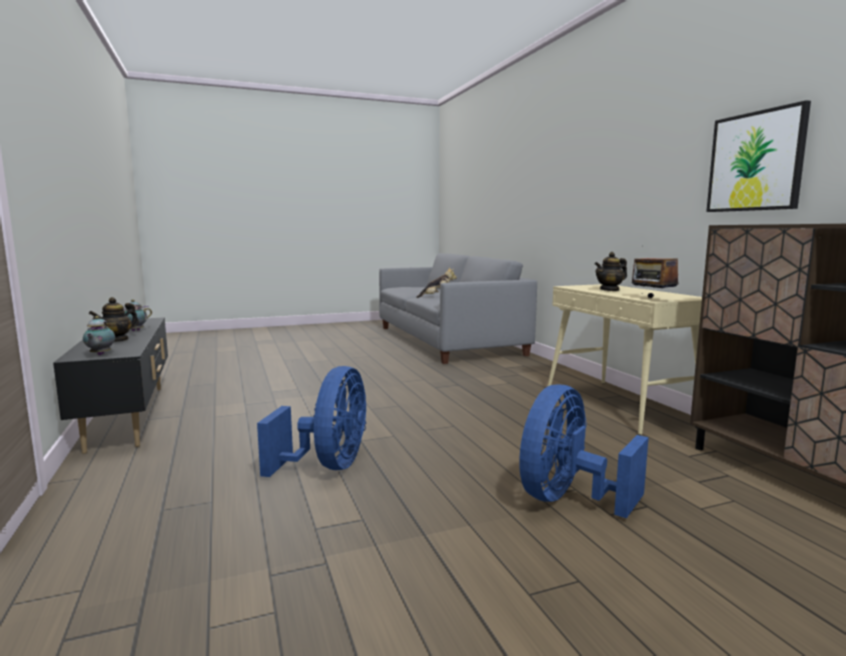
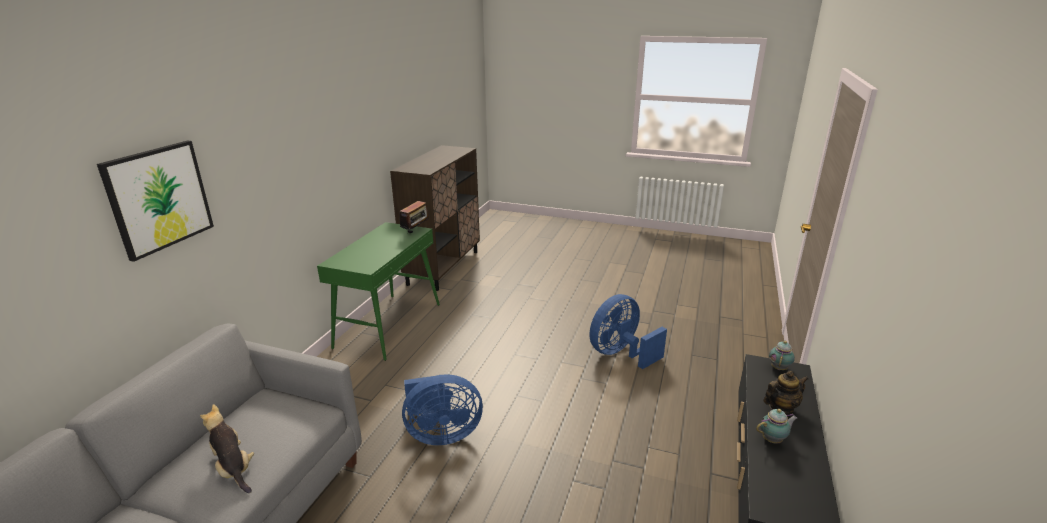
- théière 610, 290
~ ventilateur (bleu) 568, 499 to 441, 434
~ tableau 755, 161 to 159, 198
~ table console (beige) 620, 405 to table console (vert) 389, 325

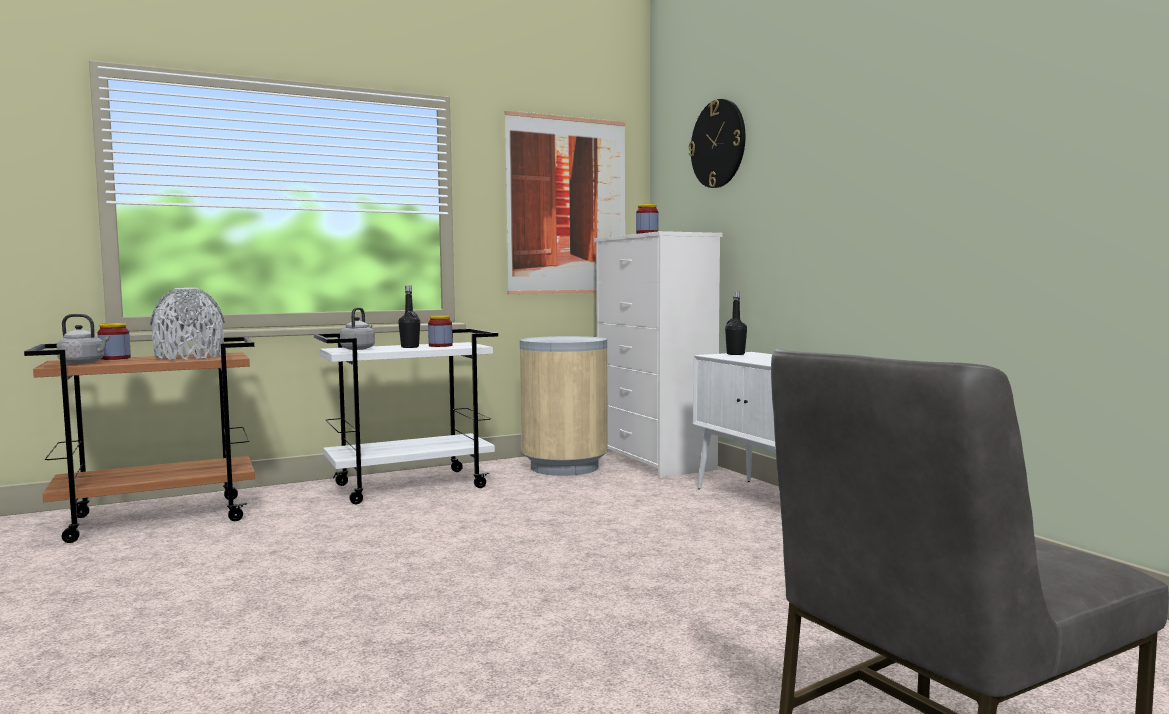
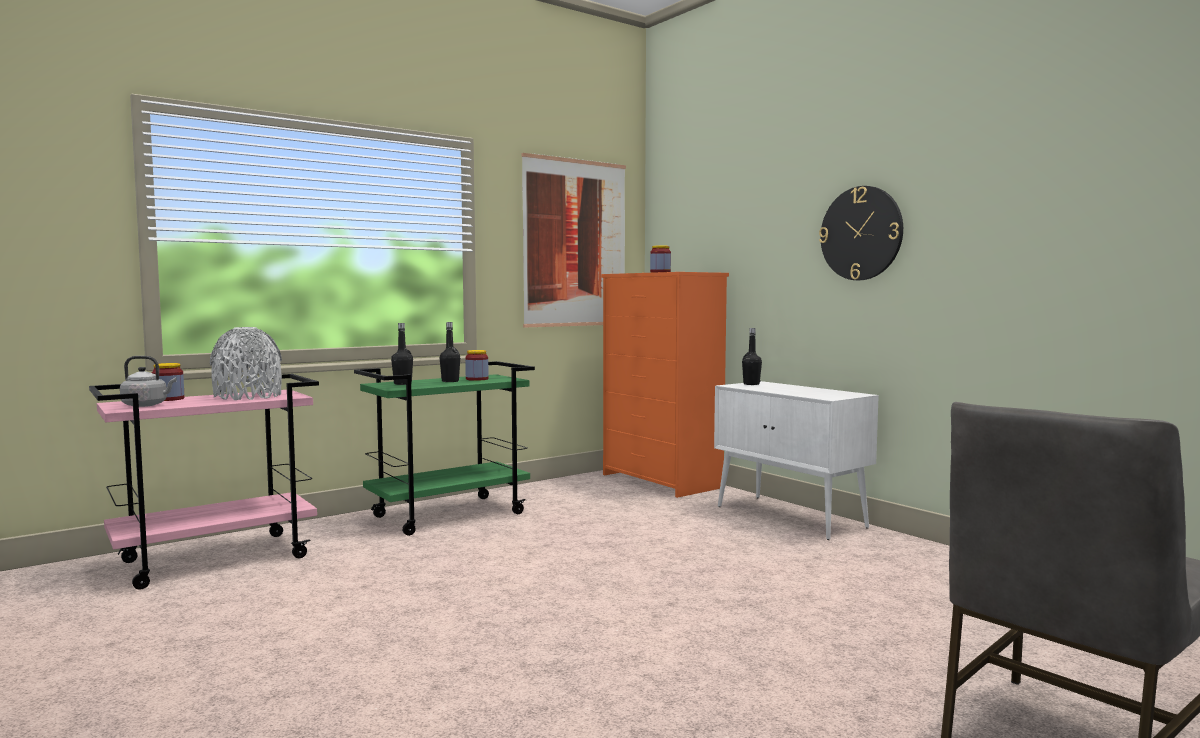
- poubelle (beige) 565, 467
~ horloge murale 718, 144 to 861, 233
~ bouilloire (gris) 358, 349 to bouteille (noir) 402, 384
~ chariot (marron) 160, 518 to chariot (rose) 217, 559
~ chariot (blanc) 411, 486 to chariot (vert) 449, 515
~ commode (blanc) 654, 461 to commode (orange) 661, 481

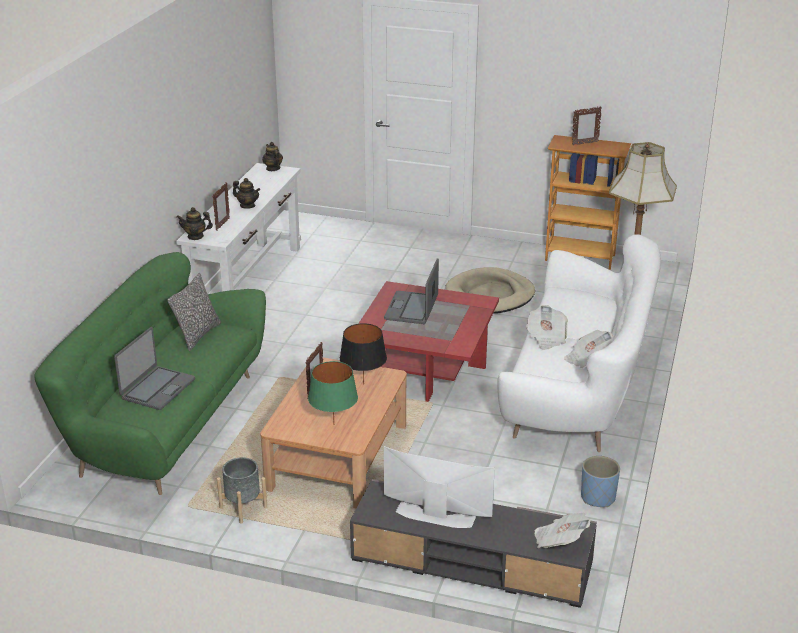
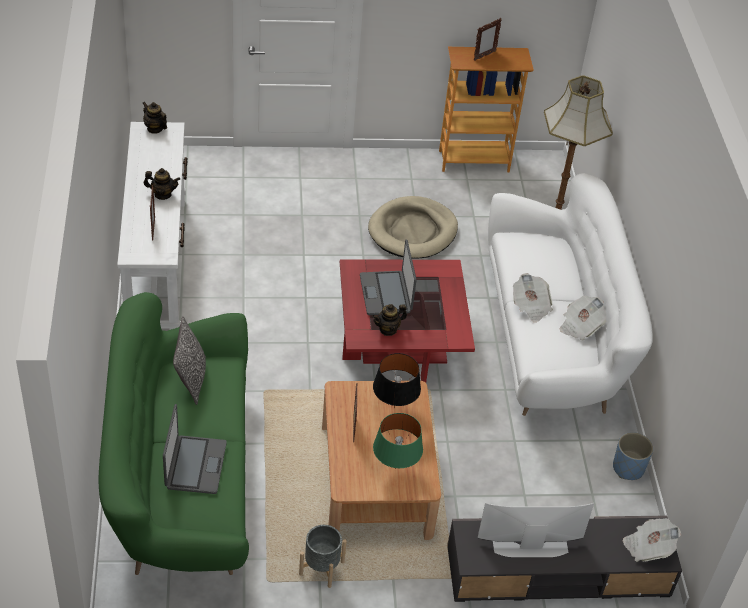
~ théière 195, 236 to 388, 329

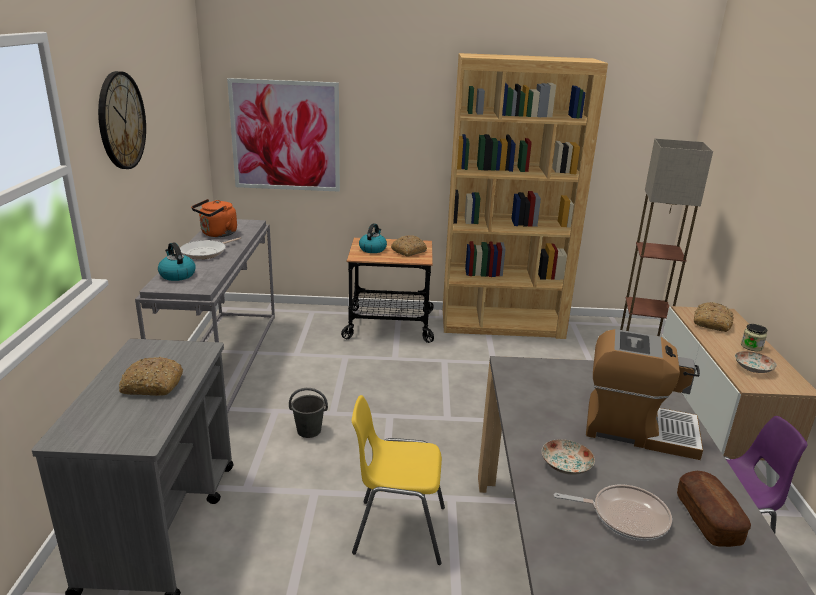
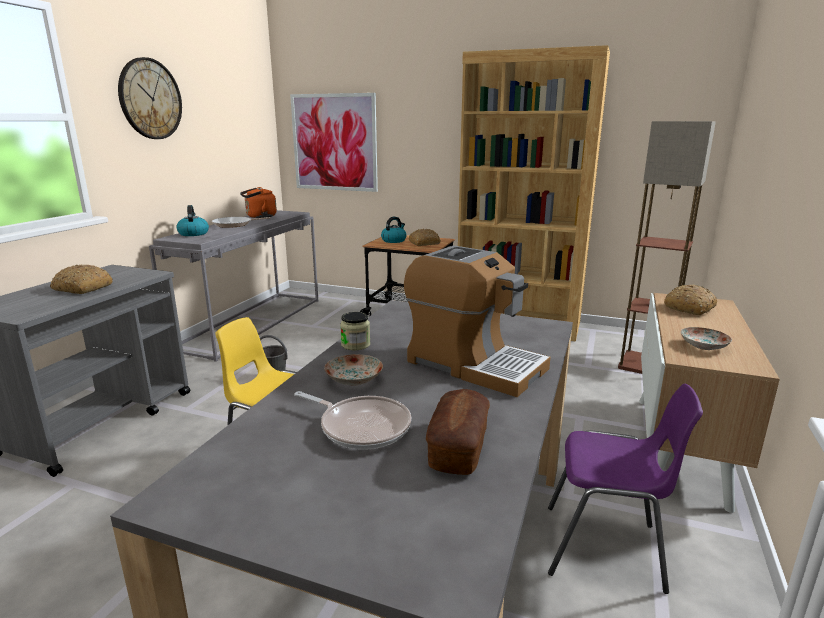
~ bocal 751, 346 to 355, 345

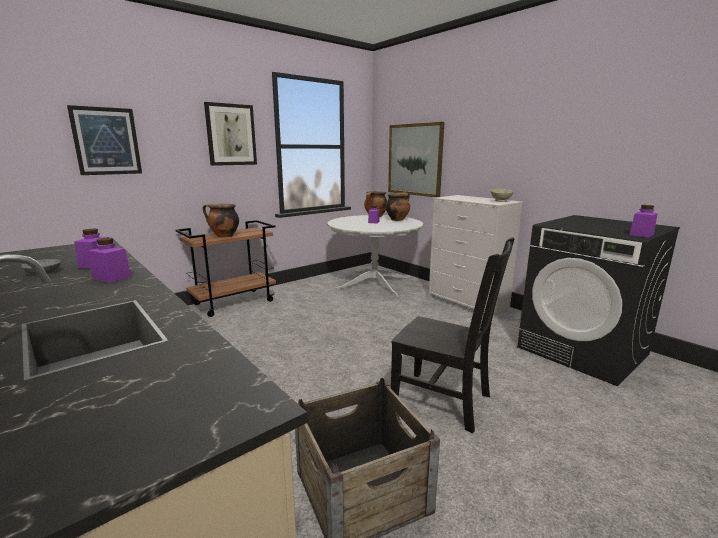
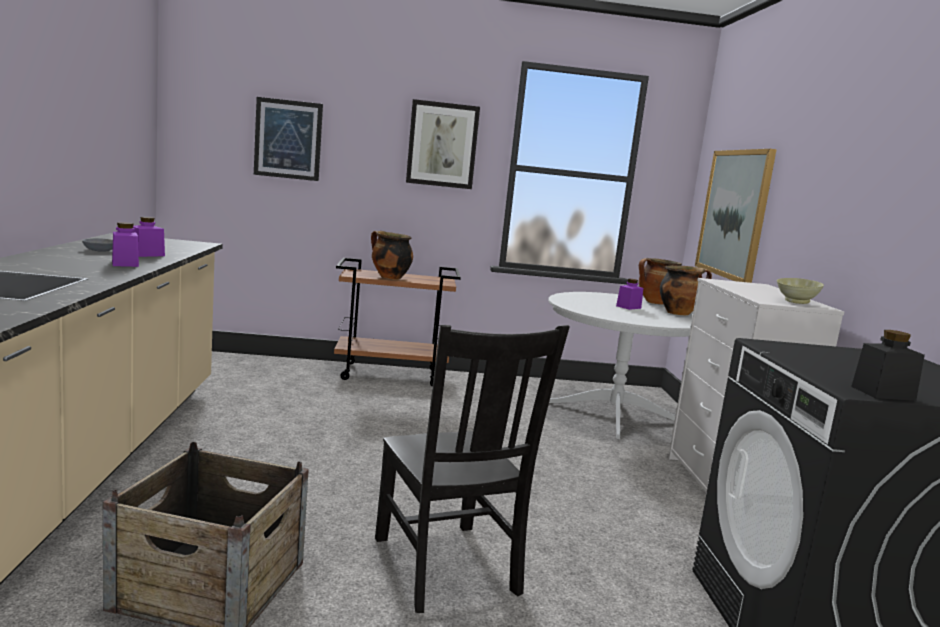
~ bocal (violet) 641, 234 to bocal (noir) 883, 393

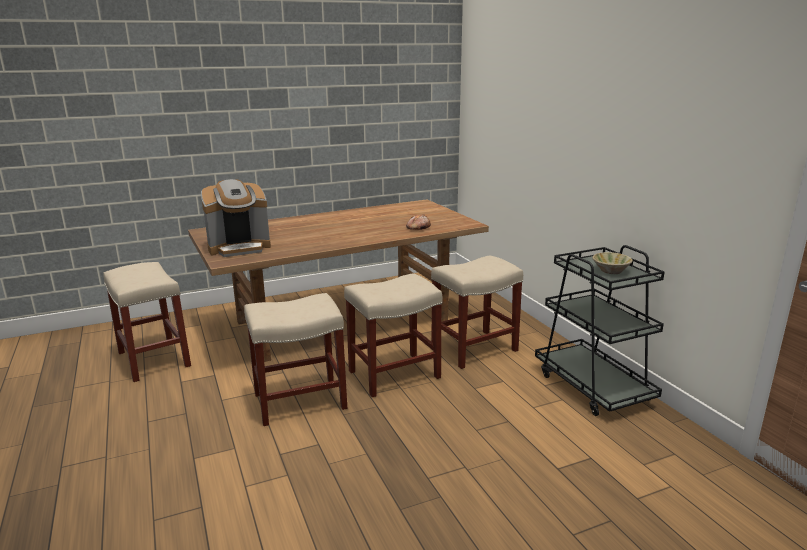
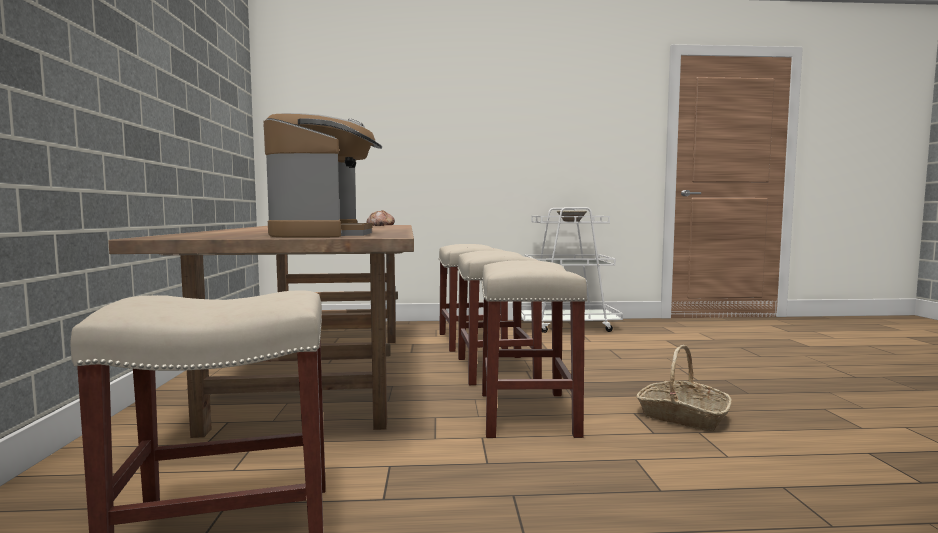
+ panier 682, 417
~ chariot (noir) 593, 386 to chariot (blanc) 567, 326

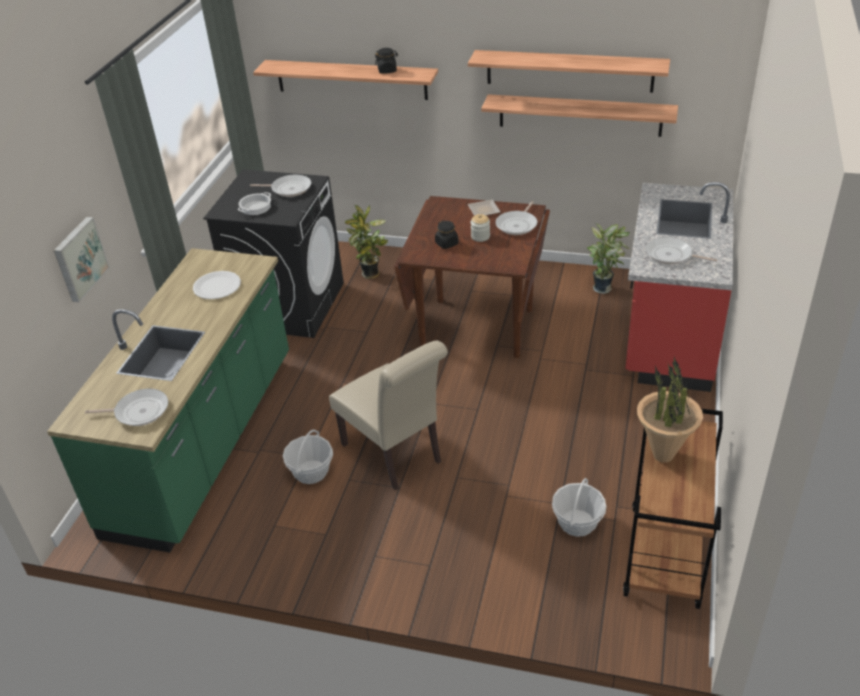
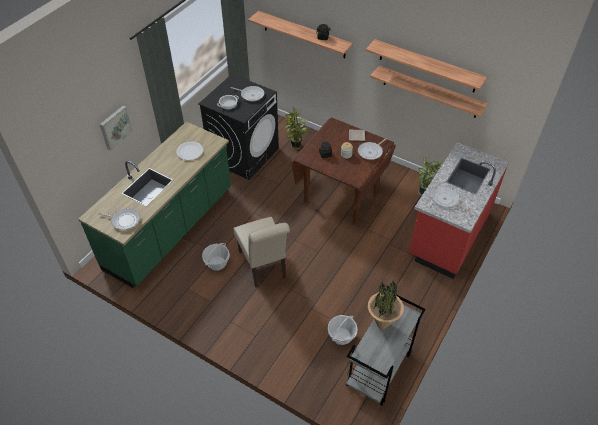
~ chariot (marron) 665, 557 to chariot (gris) 379, 370

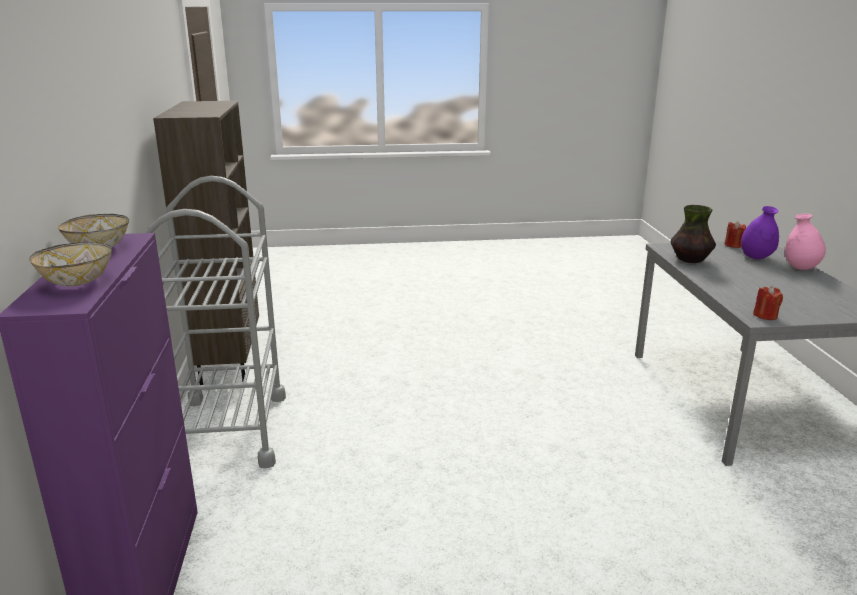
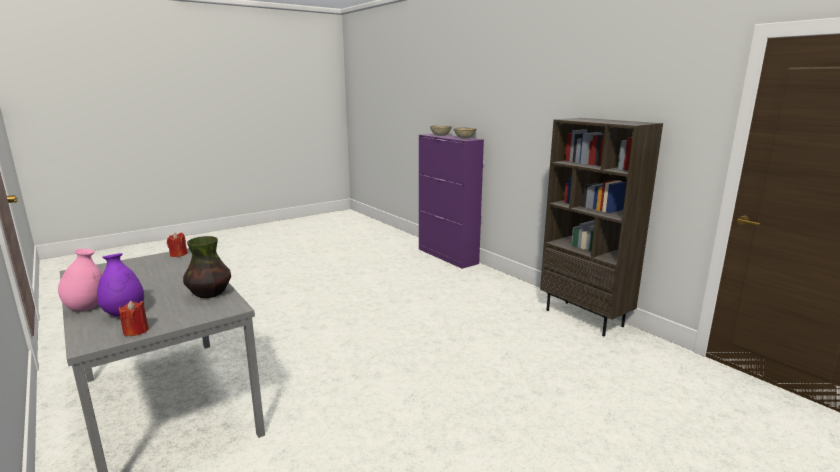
- chariot (gris) 228, 431

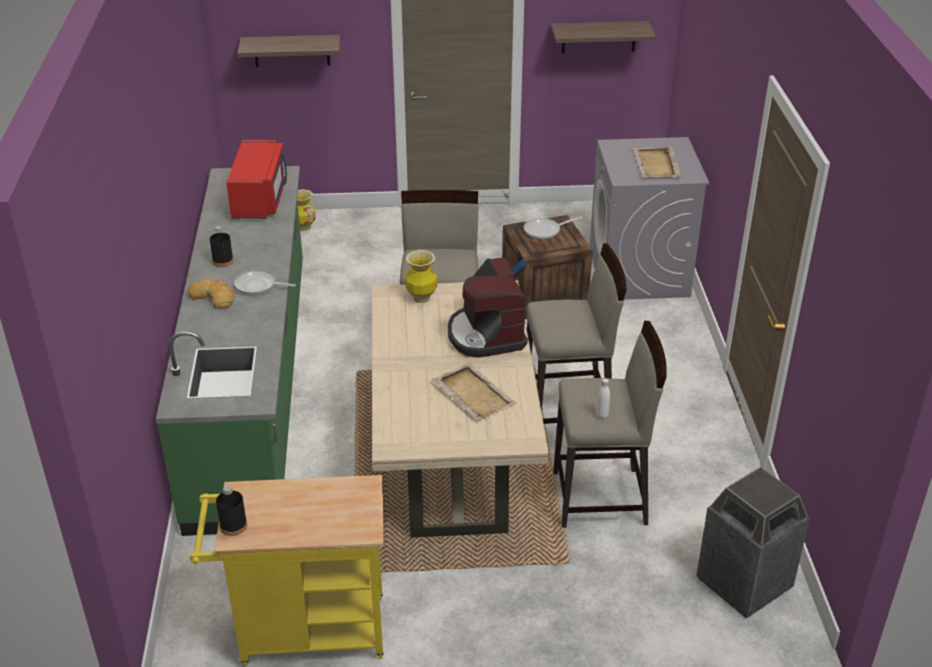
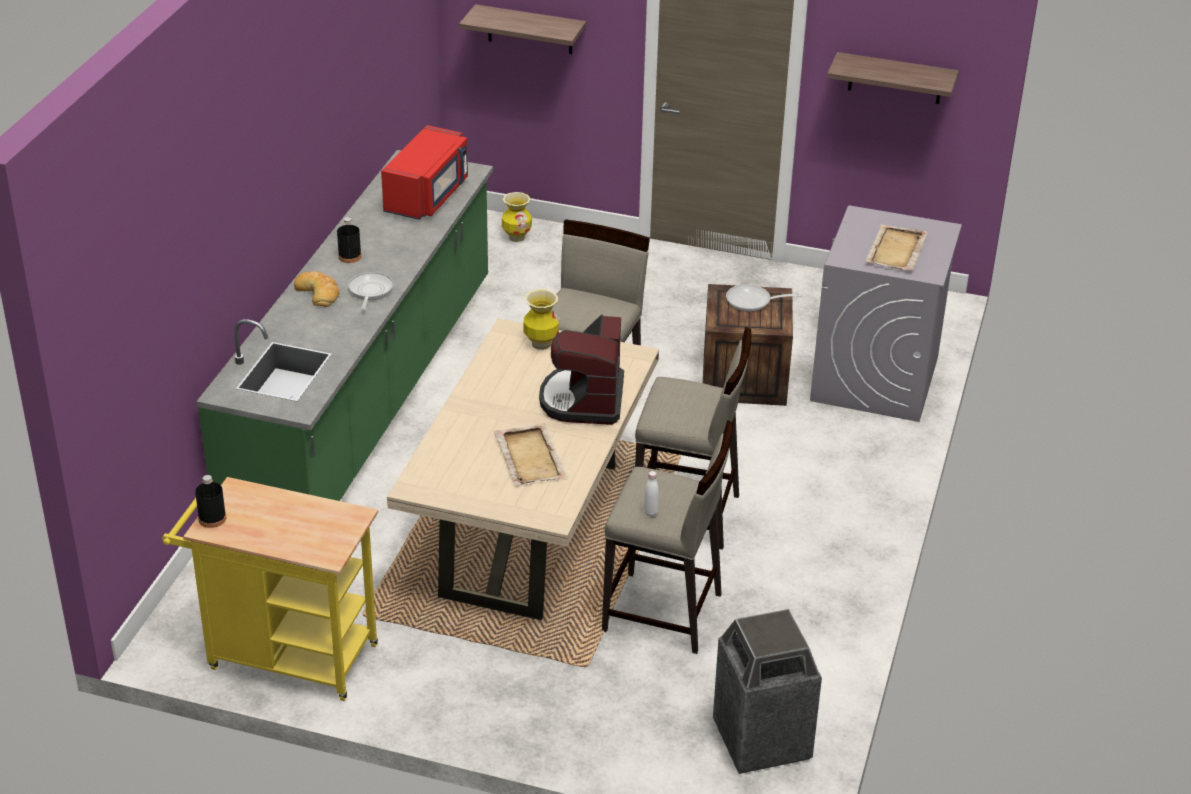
~ poêle 258, 286 = 370, 291 60 degrees clockwise

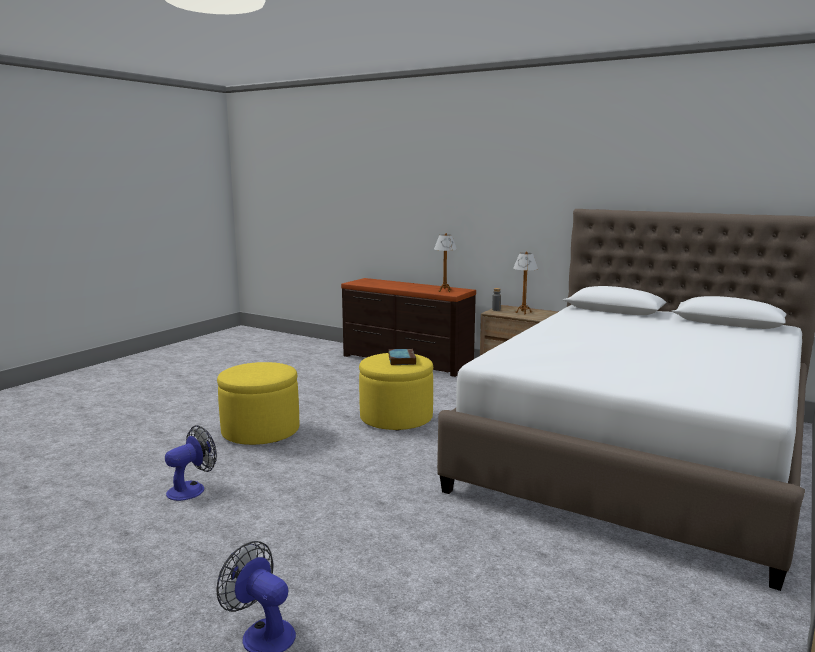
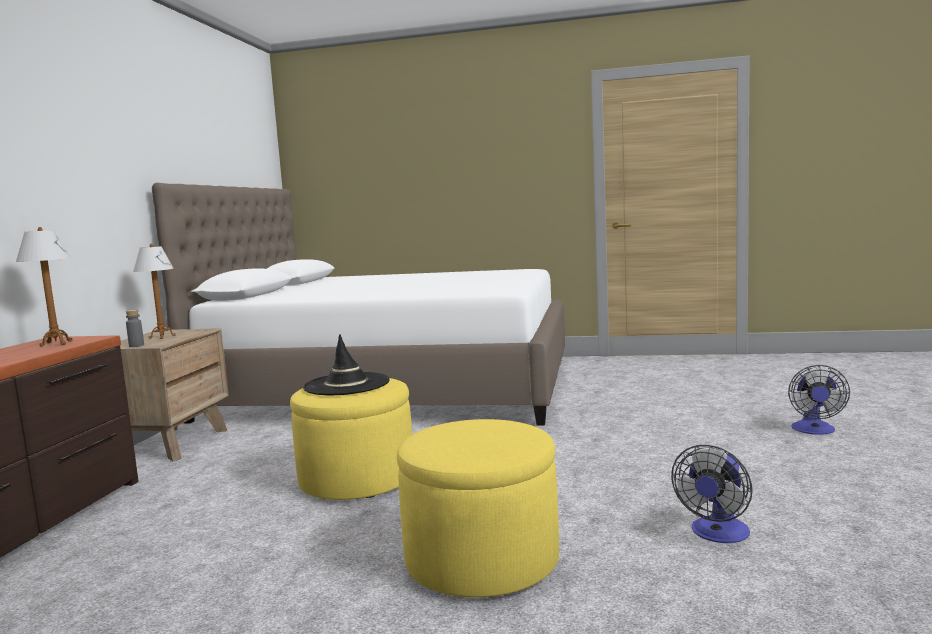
~ livre 401, 360 to chapeau (noir) 347, 384
~ ventilateur 192, 489 = 717, 534 75 degrees counterclockwise

